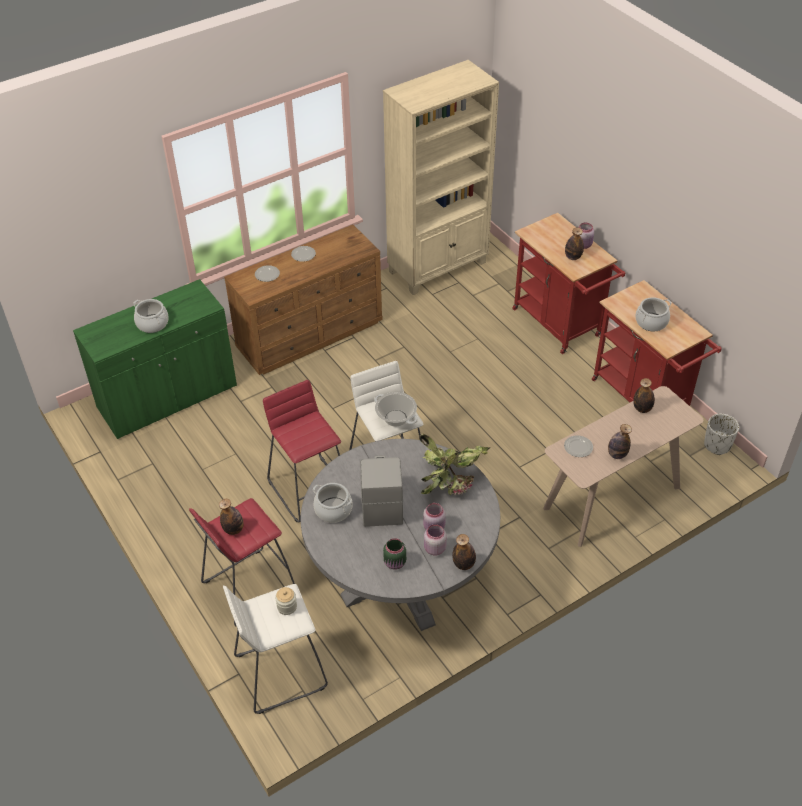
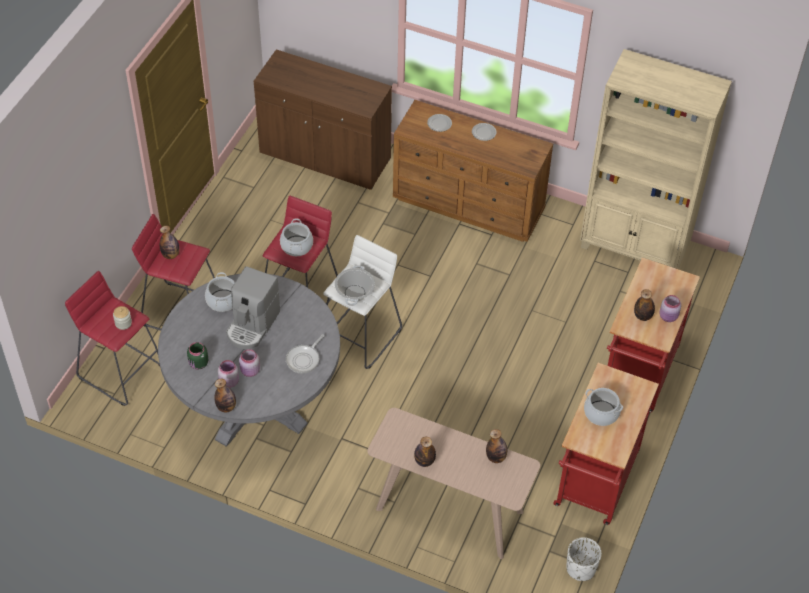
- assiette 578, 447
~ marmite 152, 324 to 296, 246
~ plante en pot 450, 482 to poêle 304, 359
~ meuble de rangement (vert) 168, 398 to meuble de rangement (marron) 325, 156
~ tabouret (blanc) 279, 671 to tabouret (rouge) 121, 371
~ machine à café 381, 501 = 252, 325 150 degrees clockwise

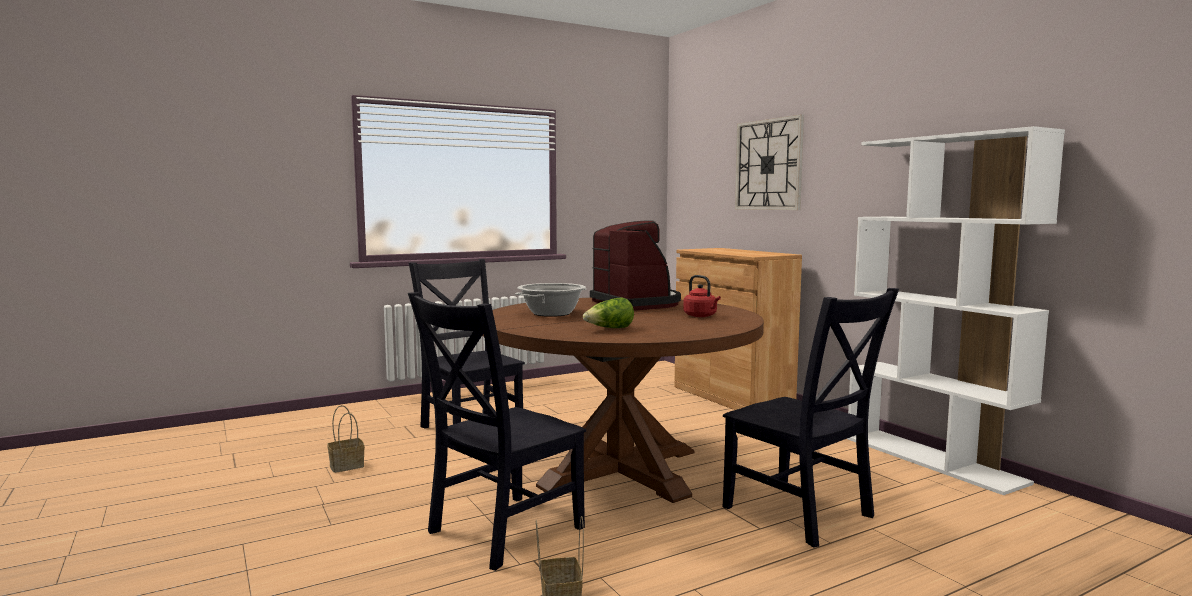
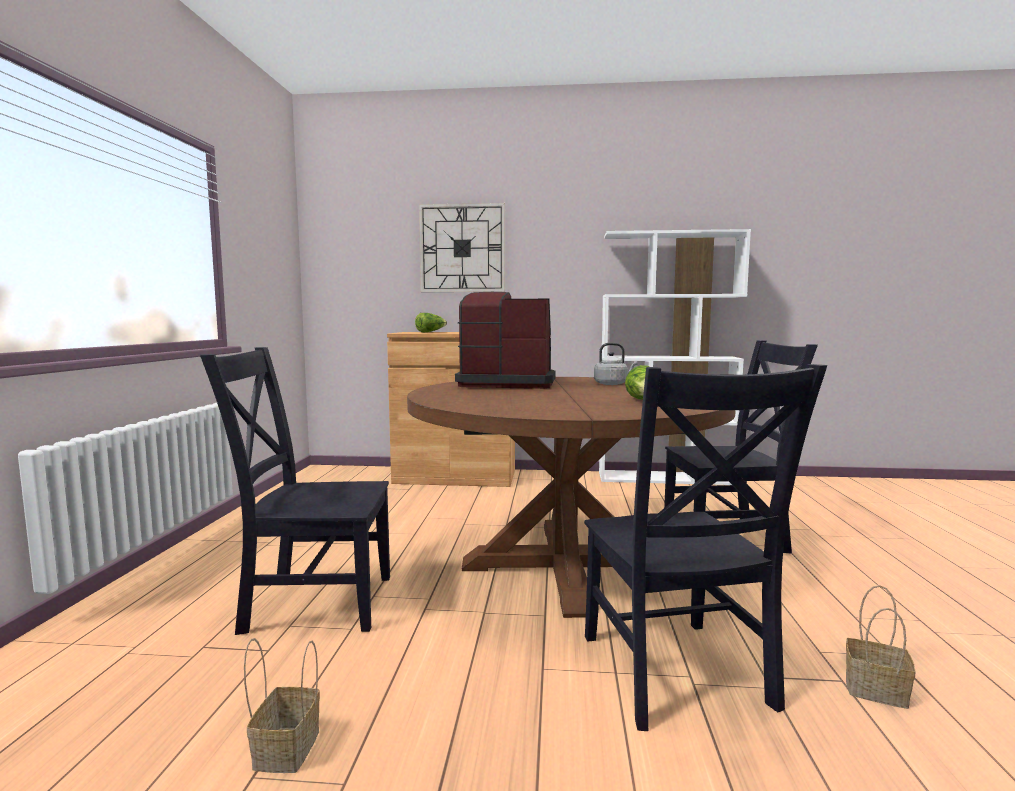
- marmite 551, 313
+ laitue 430, 332
~ bouilloire (rouge) 701, 316 to bouilloire (gris) 612, 384

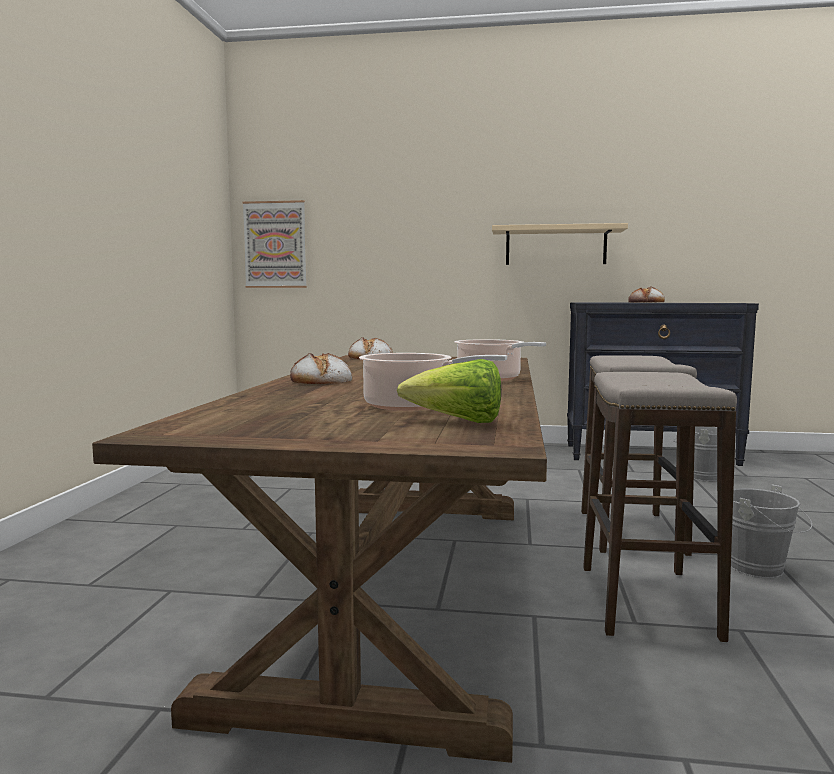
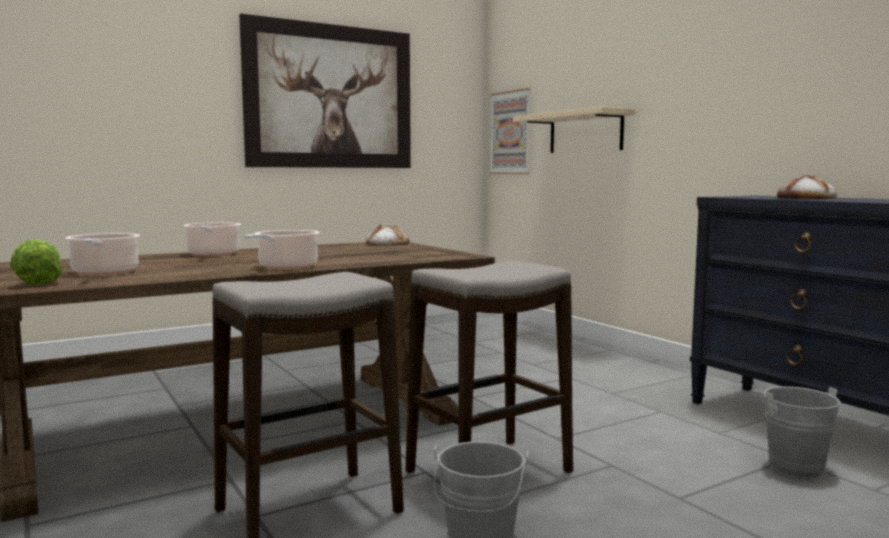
+ tableau 330, 97
~ étagère (beige) 555, 246 to 585, 132
~ pain 320, 381 to marmite 213, 254

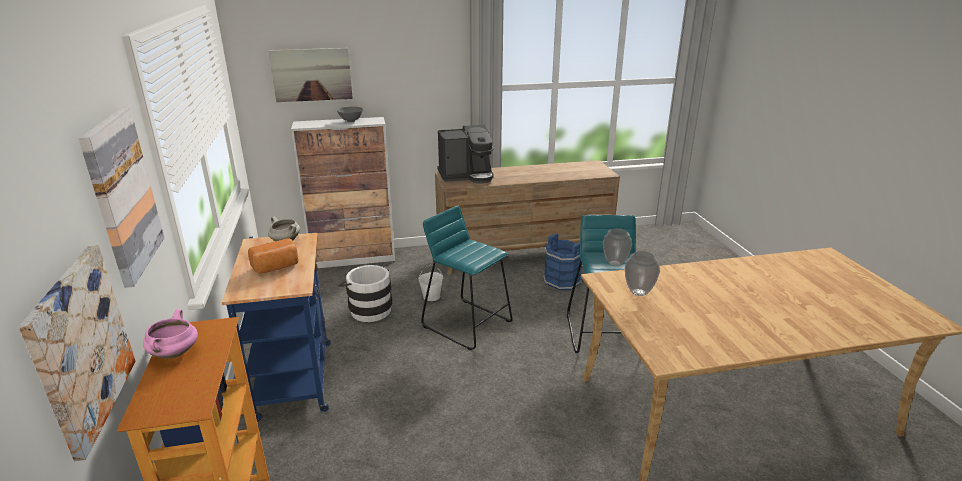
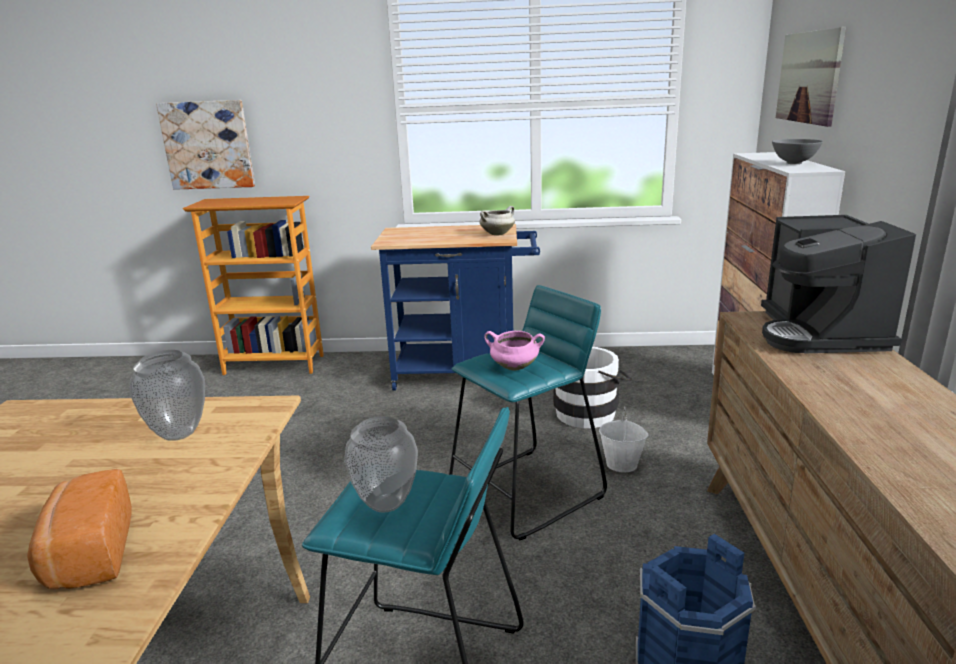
- tableau 122, 195
~ marmite (rose) 175, 354 to 514, 367
~ pain 276, 267 to 88, 554

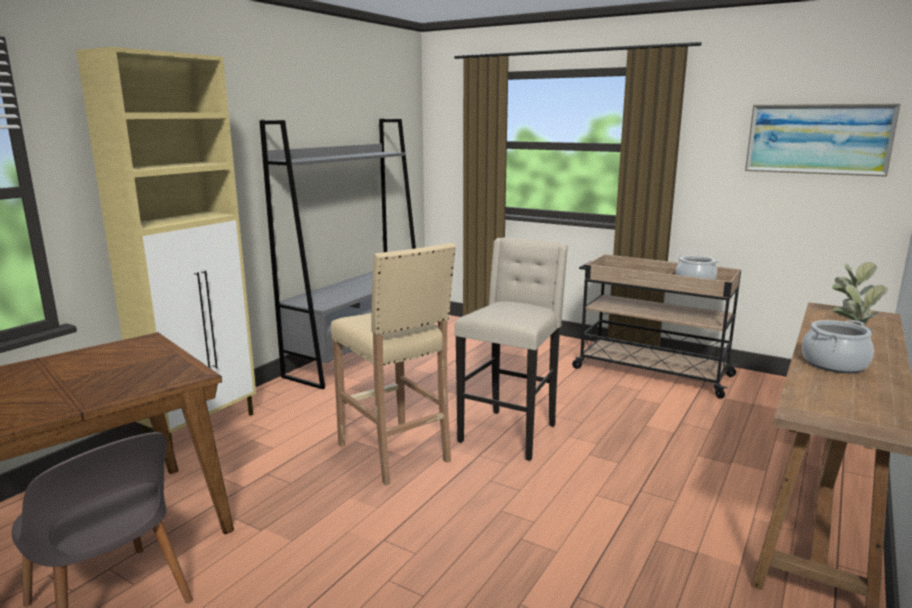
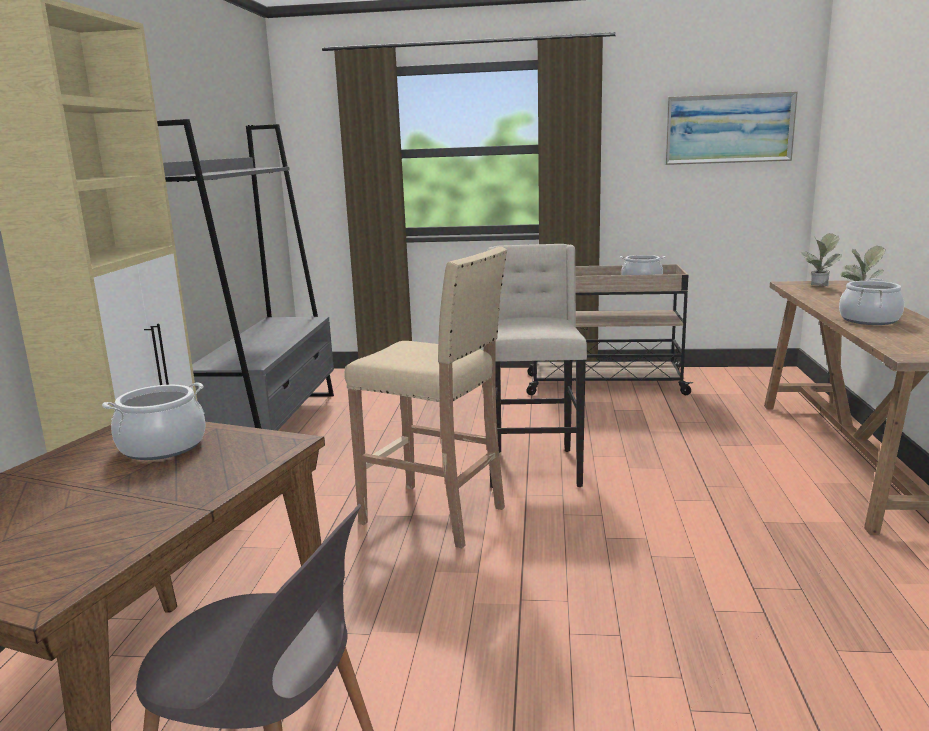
+ marmite 162, 447

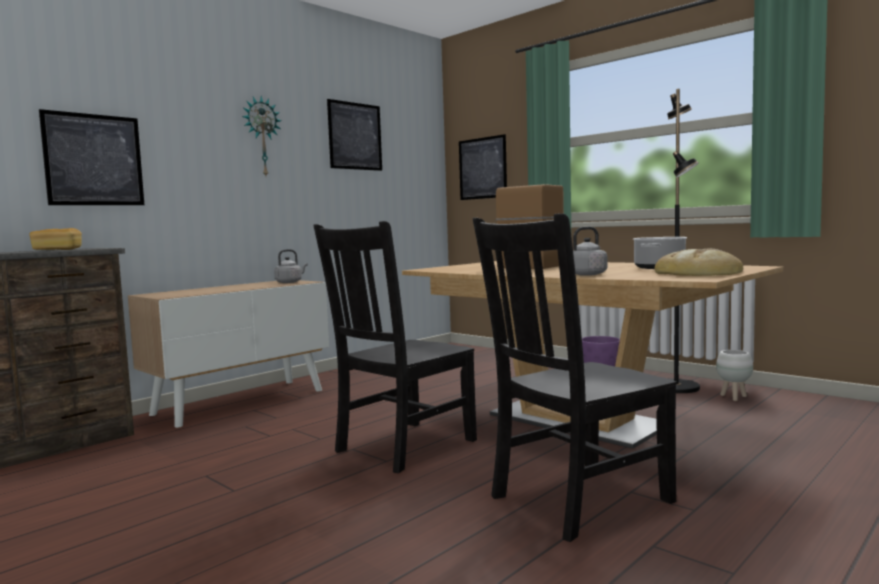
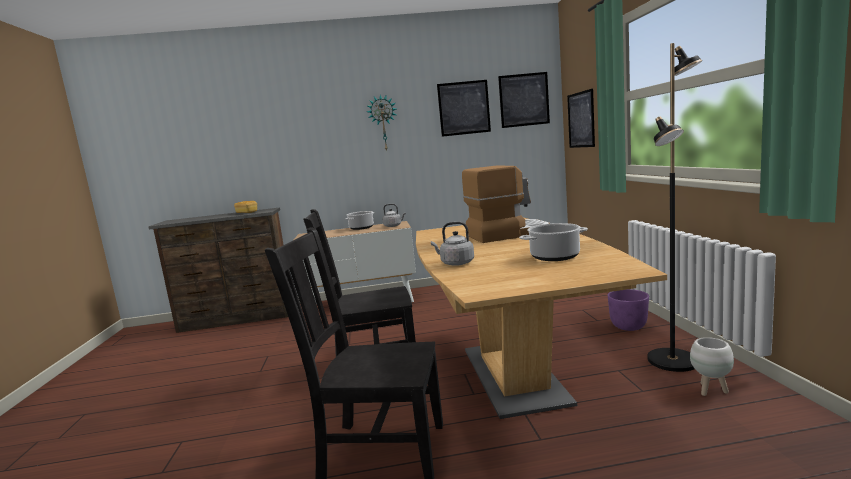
- pain 699, 272
+ marmite 361, 228
~ tableau 94, 160 to 524, 100

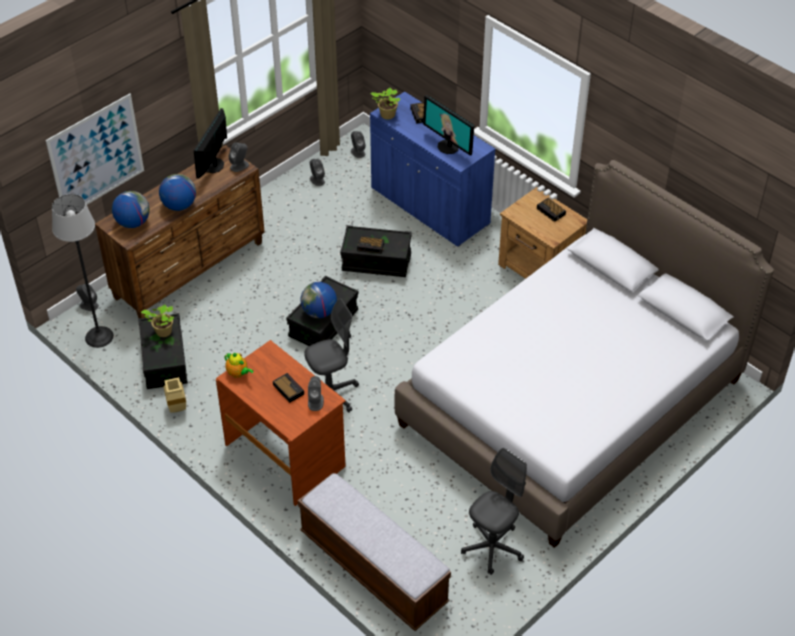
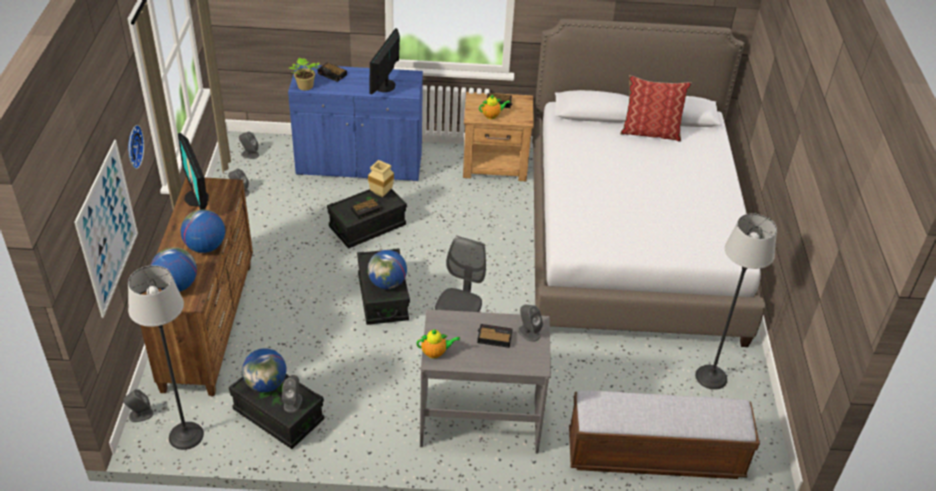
+ horloge murale 132, 146
+ théière 492, 115
+ coussin 650, 132
~ vase (beige) 178, 409 to 382, 194
~ enceinte (gris) 239, 166 to 293, 402
~ plante en pot 162, 332 to globe 266, 384
~ chaise de bureau (gris) 492, 547 to lampadaire 711, 377
~ bureau (marron) 286, 455 to bureau (gris) 480, 419
~ écran d'ordinateur 448, 146 = 385, 86 105 degrees clockwise

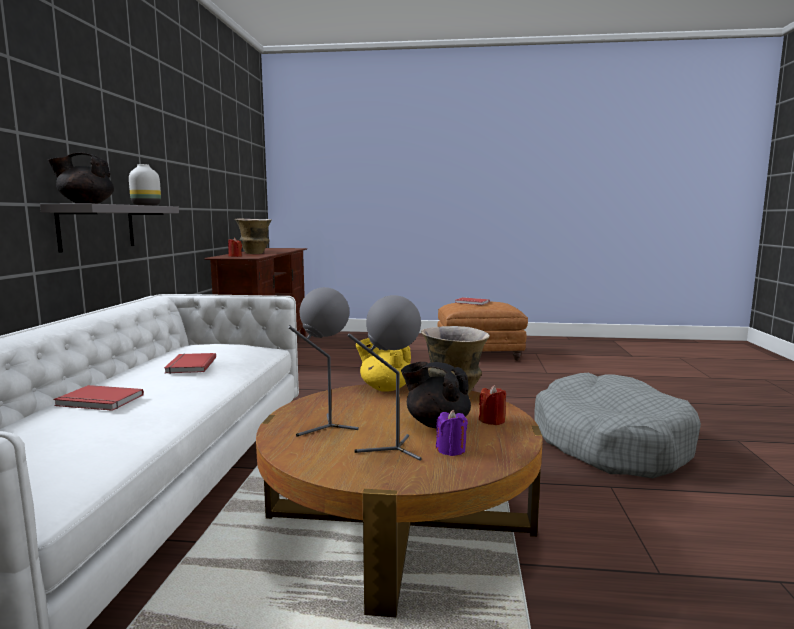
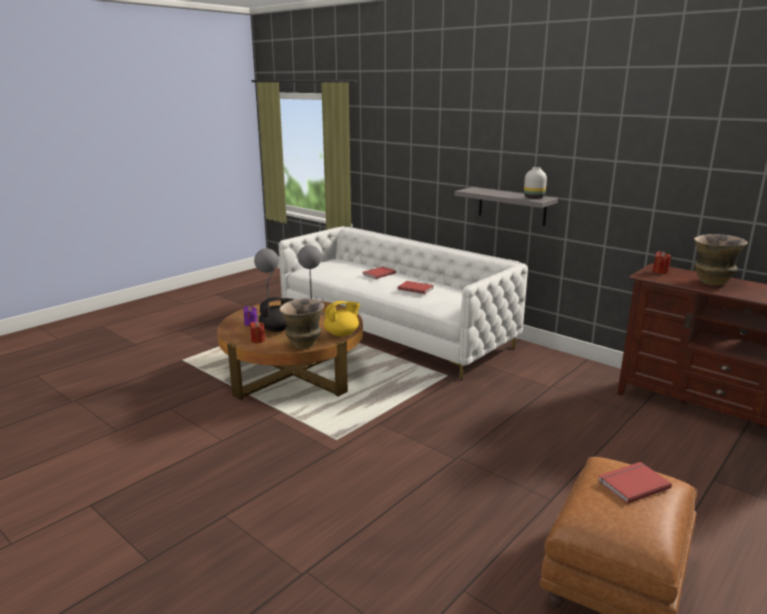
- théière (noir) 85, 203
- panier pour chien (gris) 609, 443

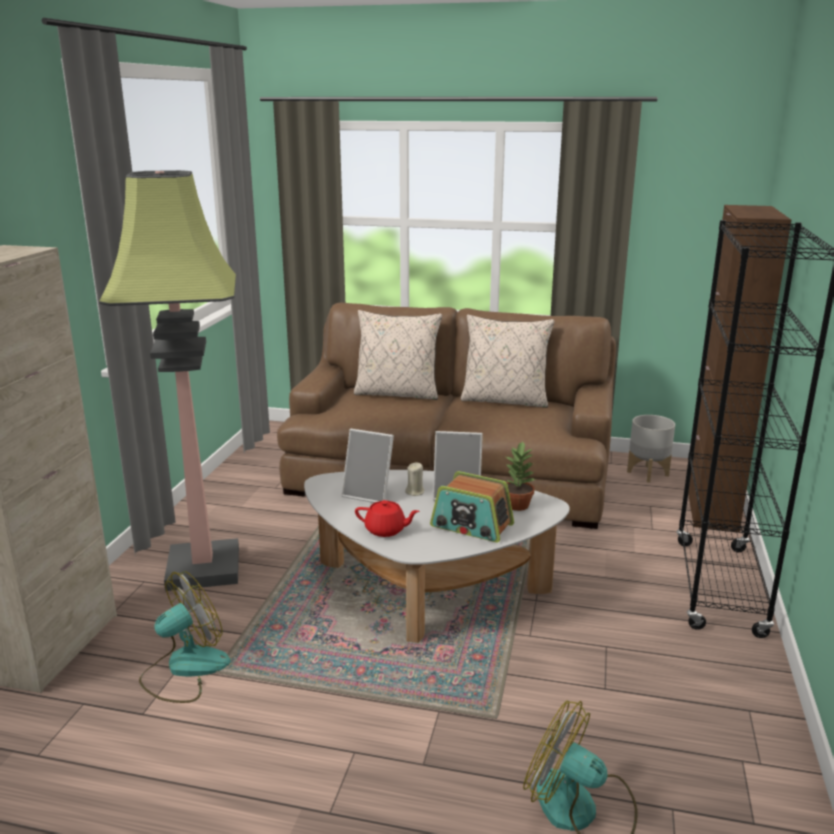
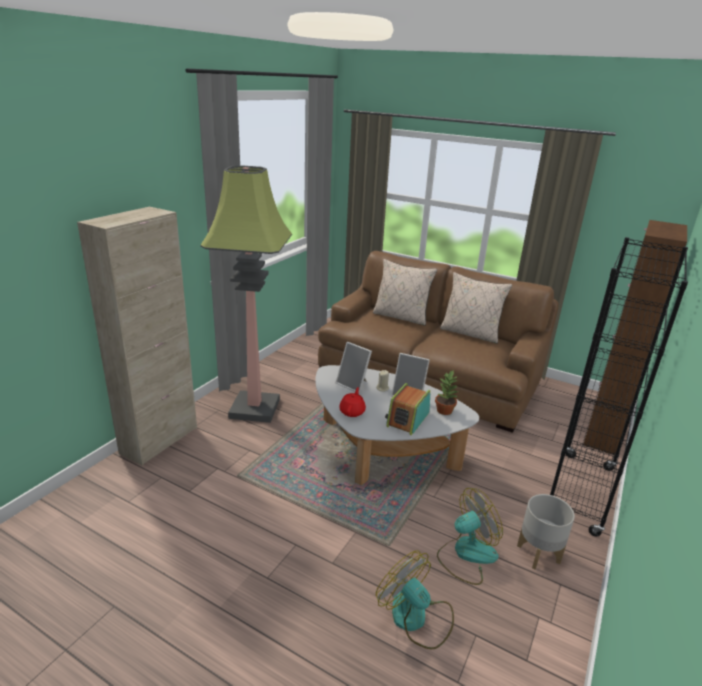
~ ventilateur 185, 669 to 466, 555
~ cache-pot (gris) 648, 473 to 538, 553
~ théière (rouge) 386, 530 = 352, 411 105 degrees counterclockwise
~ radio 471, 526 = 407, 419 75 degrees clockwise

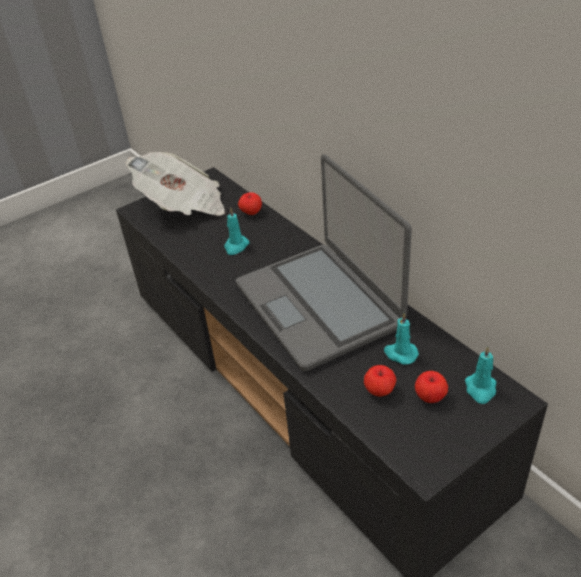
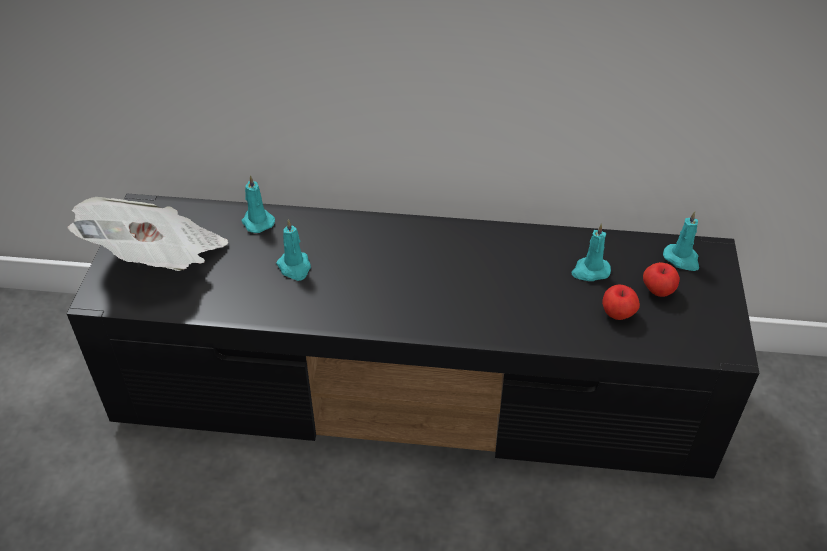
- ordinateur portable 319, 304
~ pomme 251, 212 to bougie (turquoise) 257, 221

